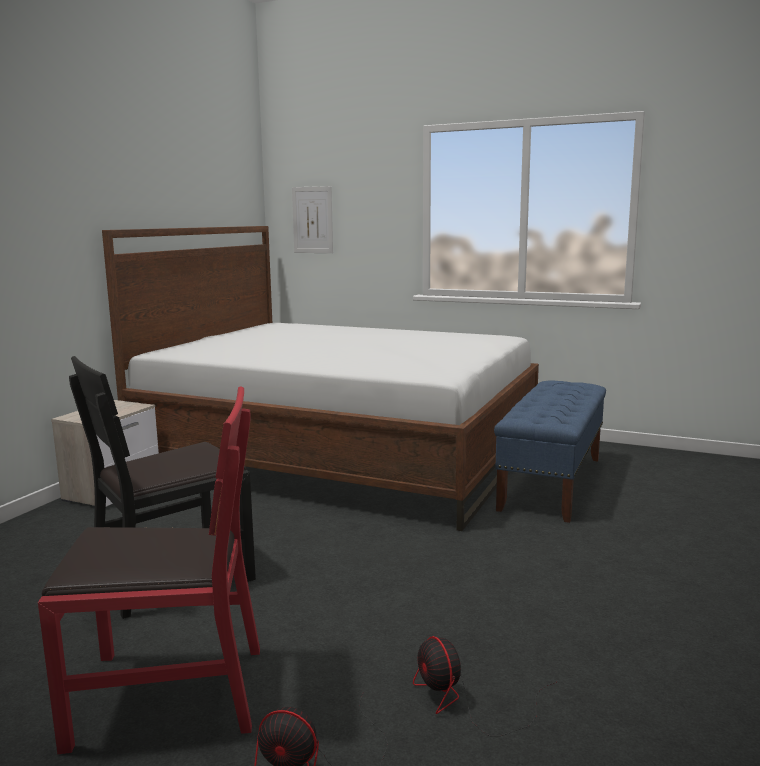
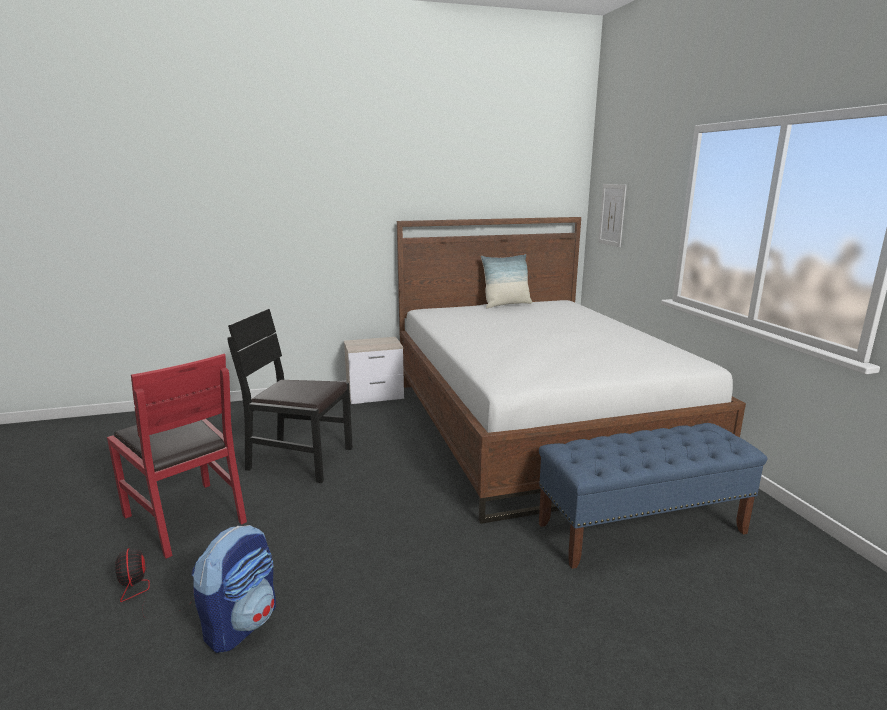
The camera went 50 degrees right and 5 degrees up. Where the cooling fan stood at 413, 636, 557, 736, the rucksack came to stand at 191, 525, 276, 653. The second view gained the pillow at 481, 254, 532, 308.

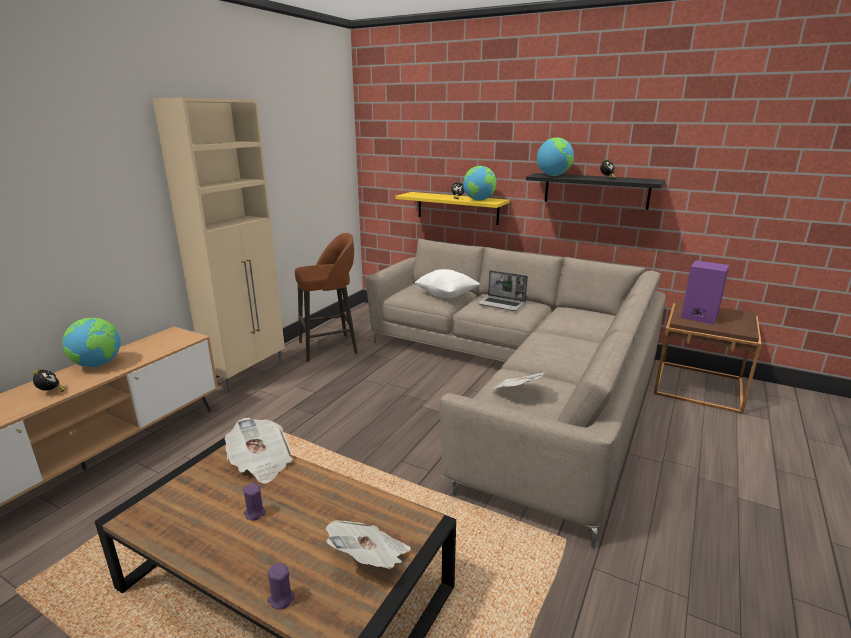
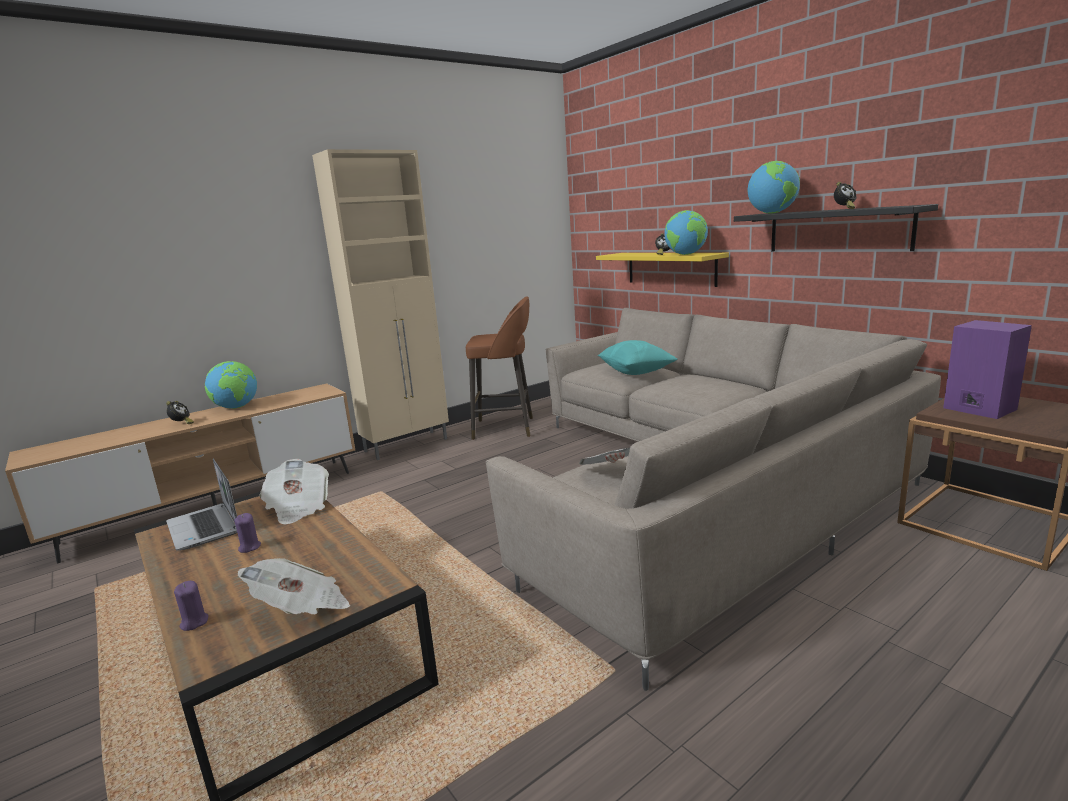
The camera went 25 degrees right and 5 degrees down. What was the white pillow at 414, 269, 480, 298 turned into the turquoise pillow at 598, 340, 678, 375. The notebook computer ended up elsewhere, having gone from 477, 270, 528, 311 to 166, 458, 237, 550.

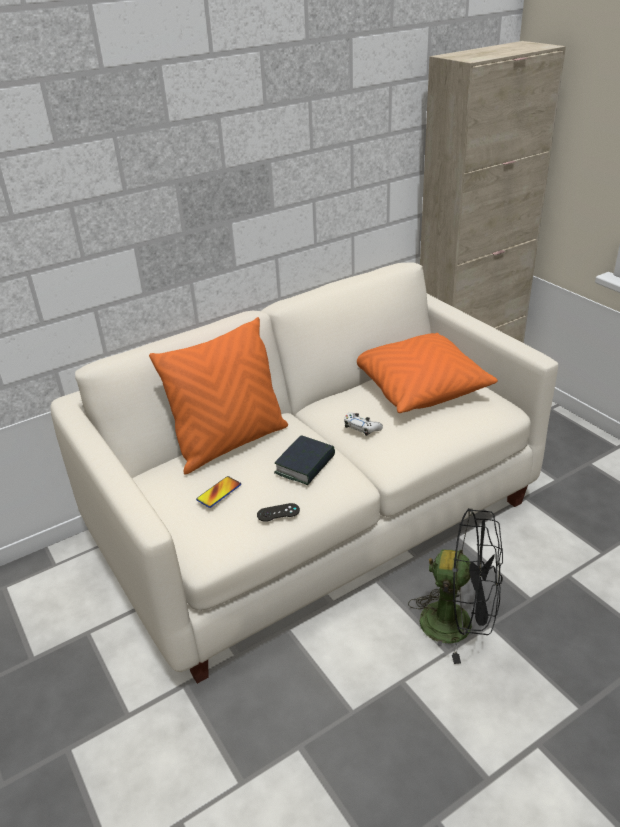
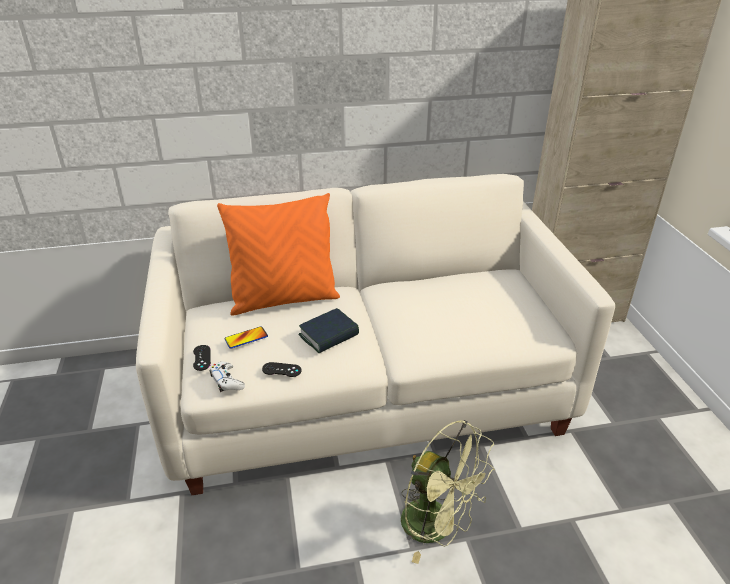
The camera went 20 degrees right and 0 degrees up. The white gamepad ended up elsewhere, having gone from 344, 413, 383, 436 to 210, 362, 245, 392. The second view lost the orangey pillow at 357, 333, 498, 413. What was the black-coloured cooling fan at 408, 508, 503, 664 turned into the green-coloured cooling fan at 401, 420, 495, 564. The second view gained the black-coloured gamepad at 193, 345, 211, 371.

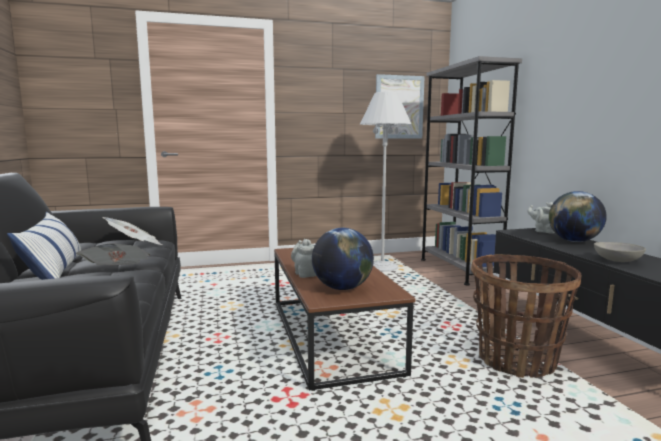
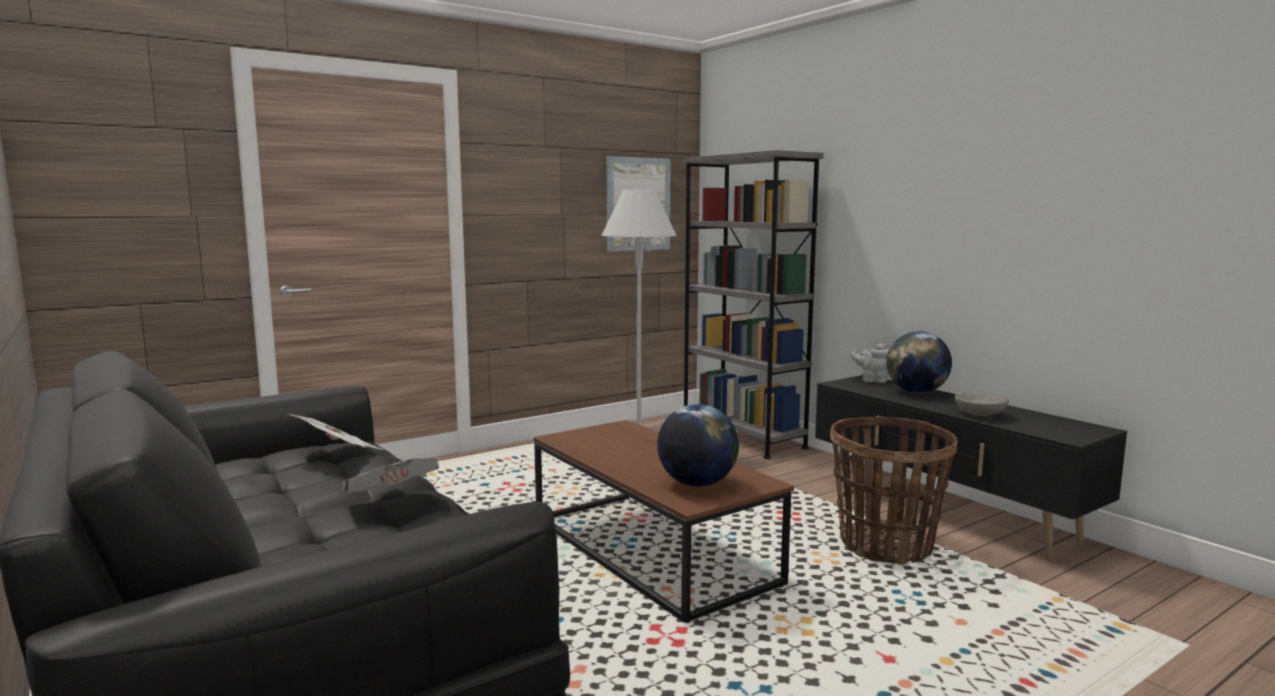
The camera went 20 degrees left and 0 degrees up. The second view lost the pillow at 7, 212, 81, 280. The second view lost the gray pot for tea at 291, 239, 317, 278.

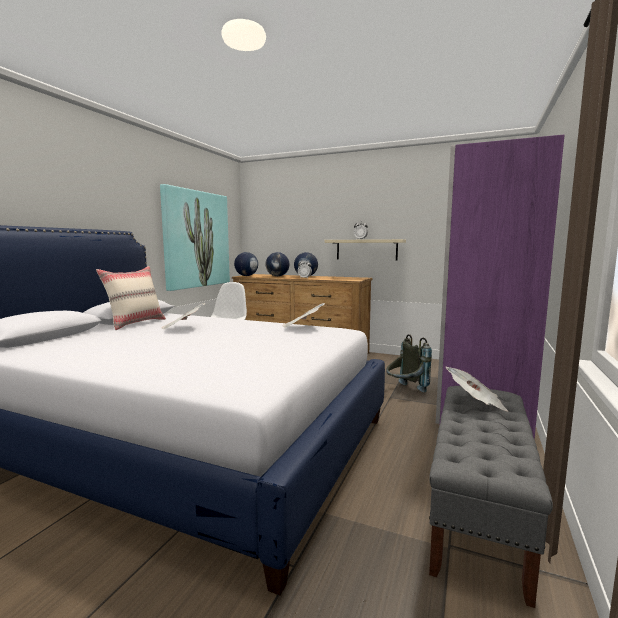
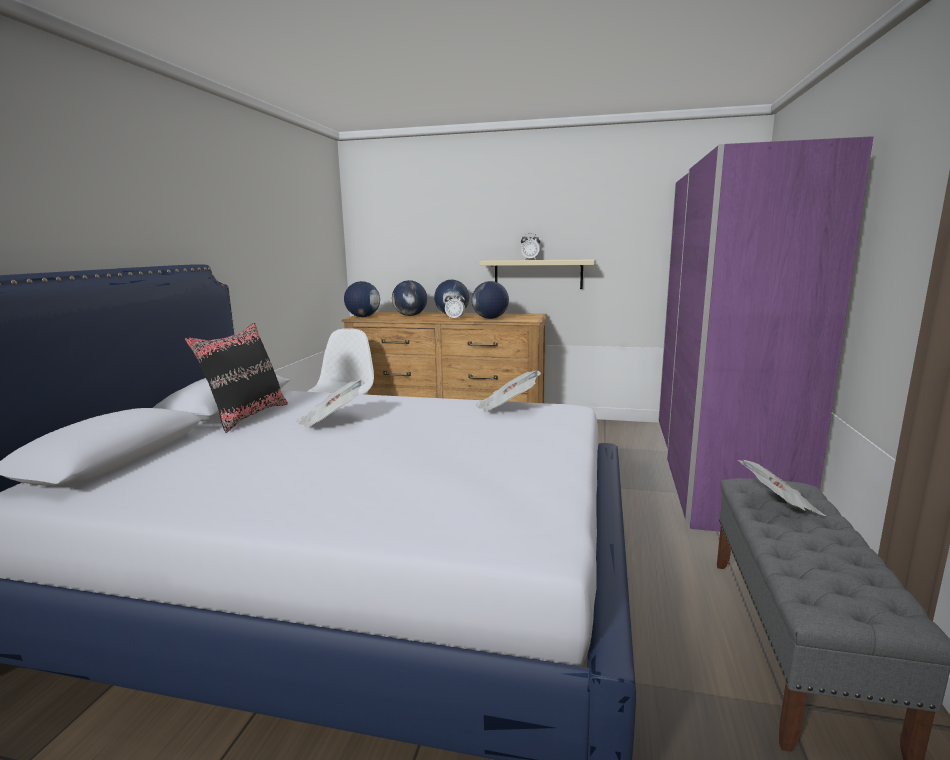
The camera went 10 degrees left and 5 degrees up. What was the beige pillow at 96, 266, 166, 330 turned into the black-coloured pillow at 184, 323, 288, 433. The second view lost the wall art at 160, 184, 230, 291. The second view lost the gray rucksack at 386, 334, 432, 392. The second view gained the world globe at 472, 281, 509, 319.

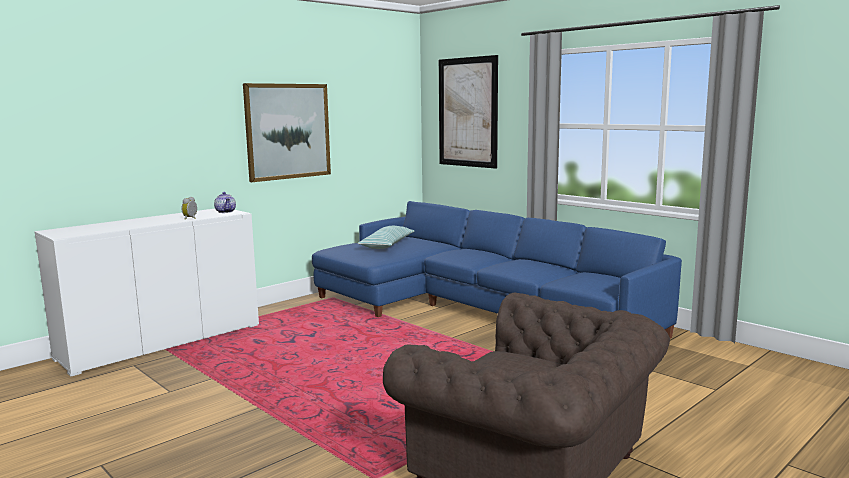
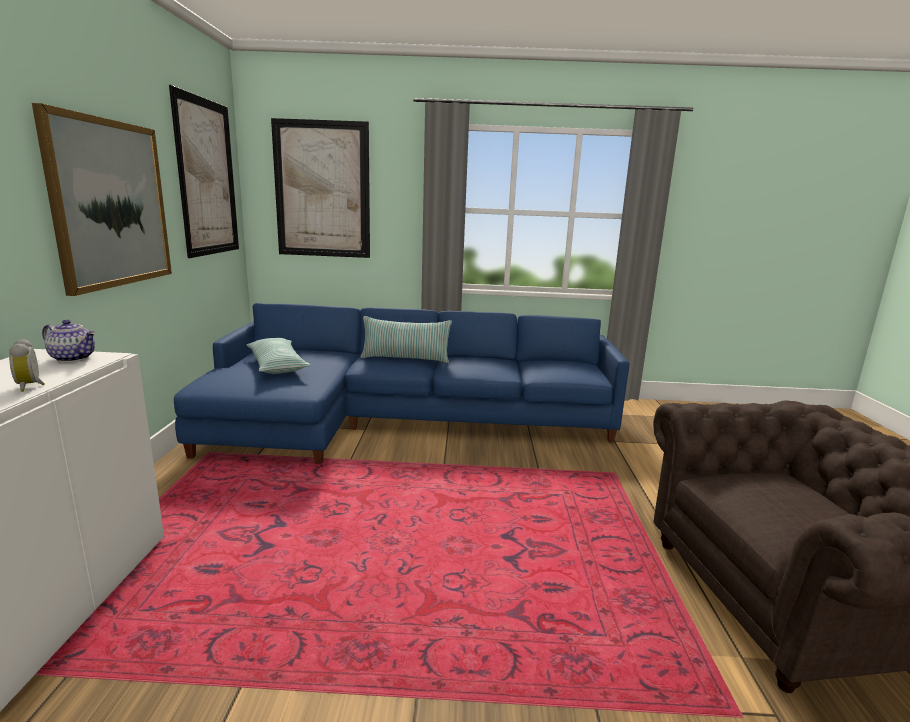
The camera went 45 degrees left and 5 degrees up. The second view gained the wall art at 169, 85, 239, 258. The second view gained the pillow at 360, 316, 452, 363.

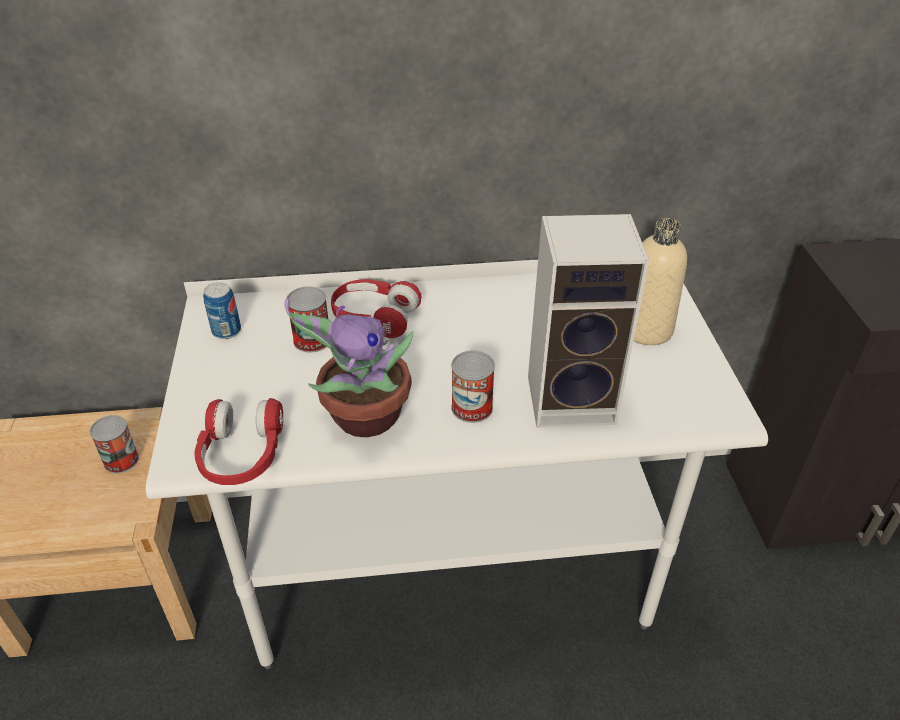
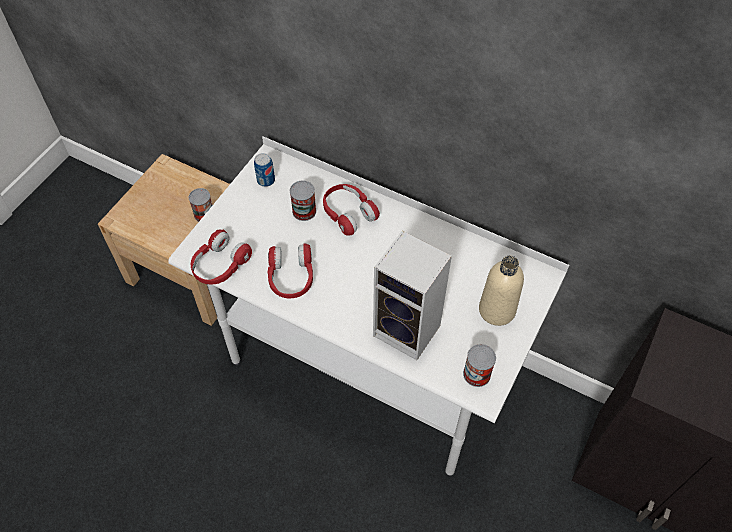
The camera went 35 degrees right and 15 degrees up. Where the houseplant stood at 284, 299, 413, 437, the red headset came to stand at 268, 243, 313, 298. The sealed can ended up elsewhere, having gone from 451, 351, 495, 423 to 463, 344, 496, 387.

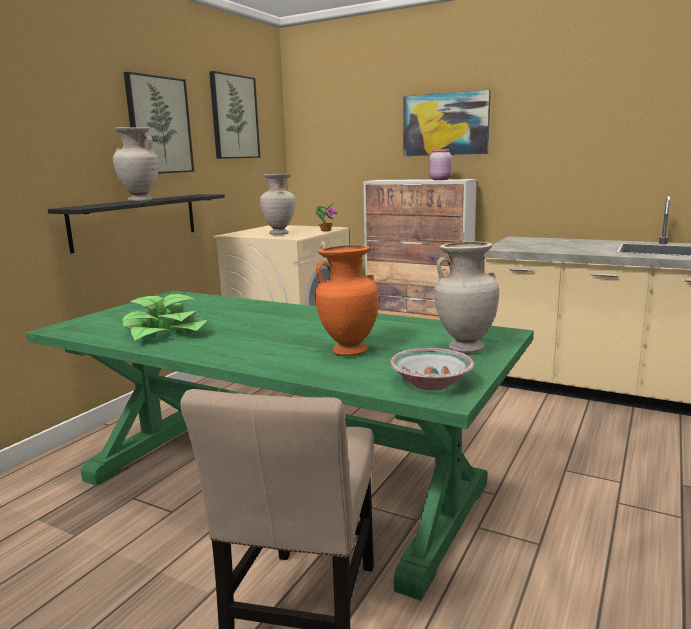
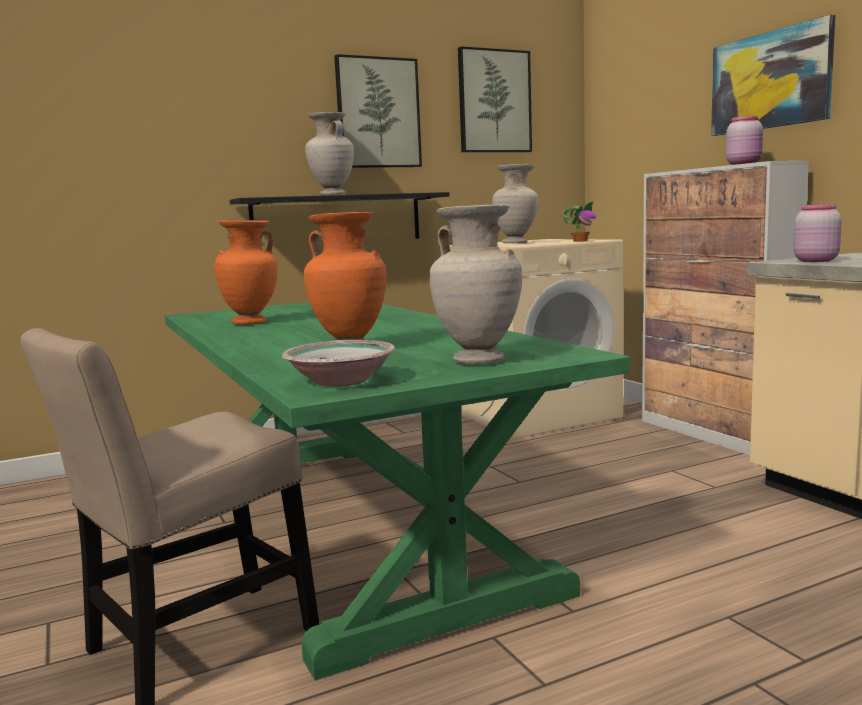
The camera went 35 degrees right and 5 degrees down. Where the houseplant stood at 121, 294, 208, 340, the orangey decorative vase came to stand at 214, 220, 278, 325. The second view gained the pink-coloured preserve jar at 794, 204, 842, 262.

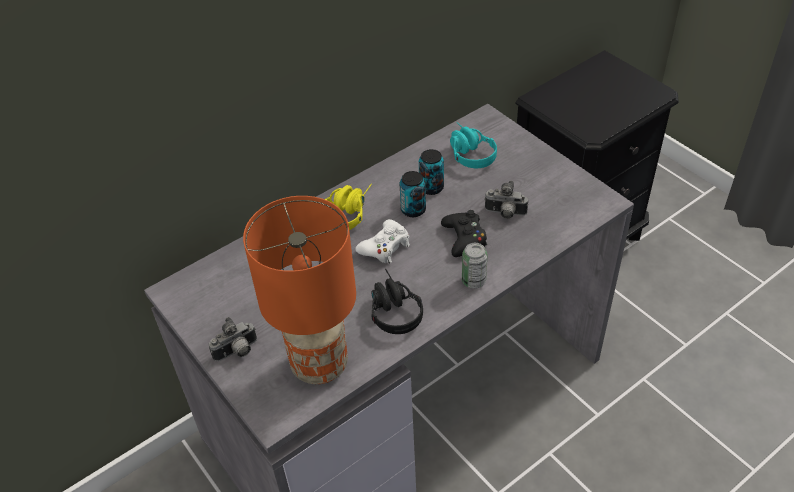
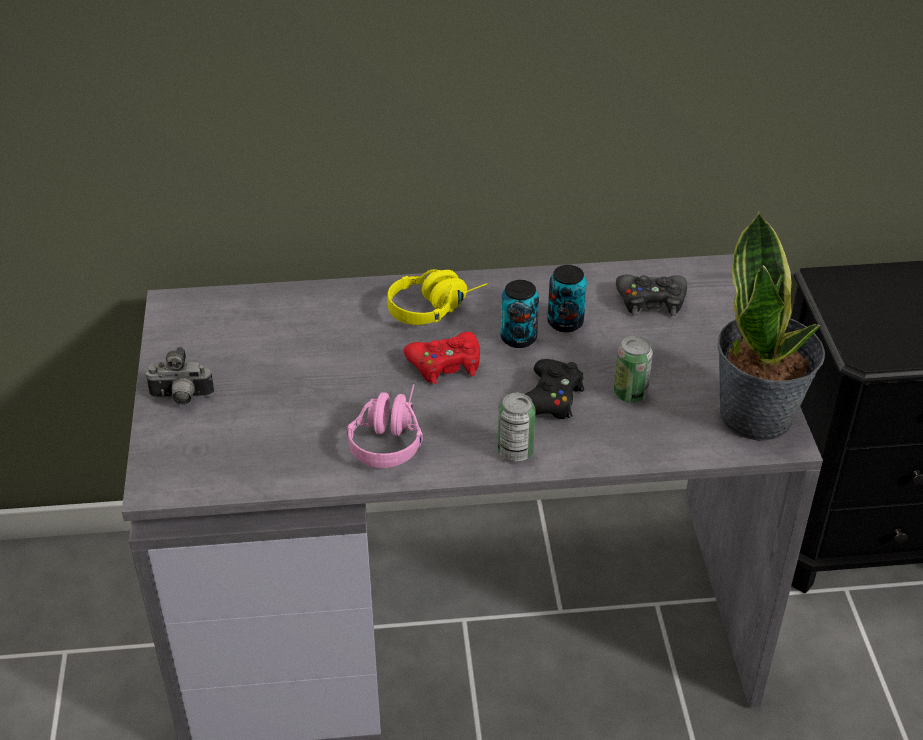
The camera went 30 degrees right and 5 degrees down. The second view lost the orangey table lamp at 243, 196, 356, 384. What was the white gamepad at 355, 219, 410, 263 turned into the red gamepad at 404, 332, 480, 384. What was the black-coloured headset at 371, 269, 423, 334 turned into the pink-coloured headset at 347, 384, 423, 468. Where the turquoise headset stood at 450, 122, 497, 168, the black-coloured gamepad came to stand at 616, 275, 687, 316. Where the still camera stood at 484, 181, 528, 219, the sealed can came to stand at 614, 336, 653, 403. The second view gained the houseplant at 718, 212, 825, 441.

